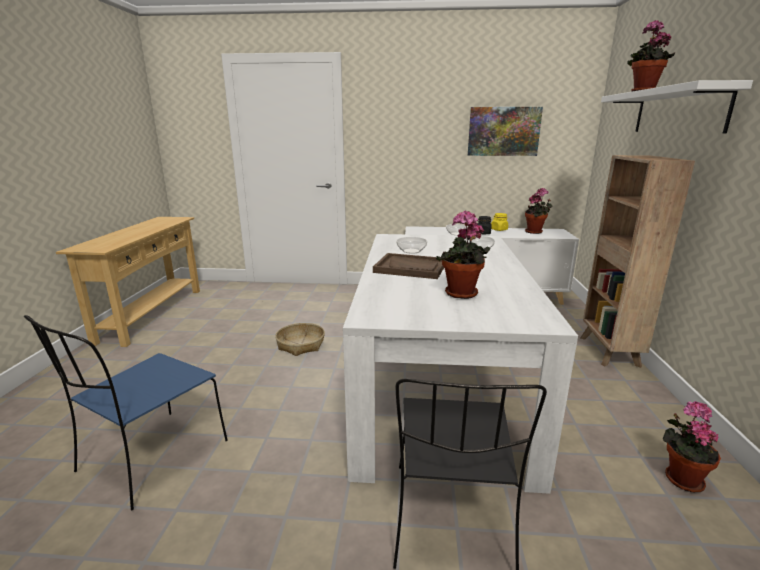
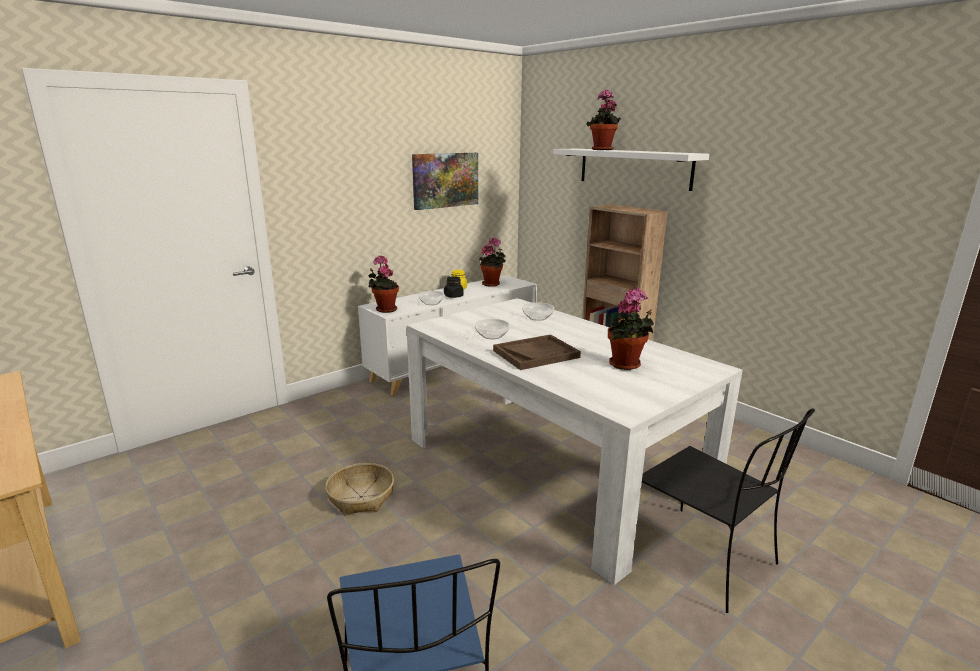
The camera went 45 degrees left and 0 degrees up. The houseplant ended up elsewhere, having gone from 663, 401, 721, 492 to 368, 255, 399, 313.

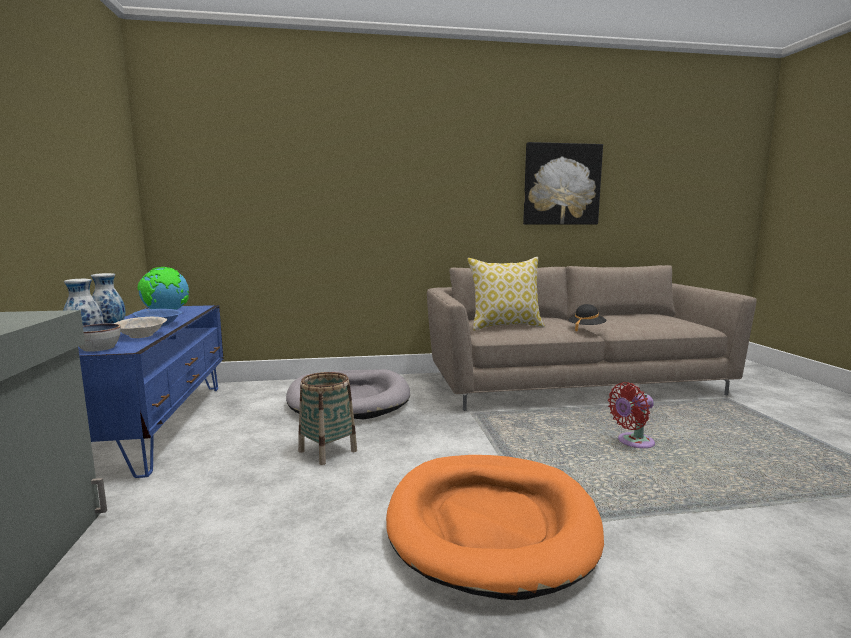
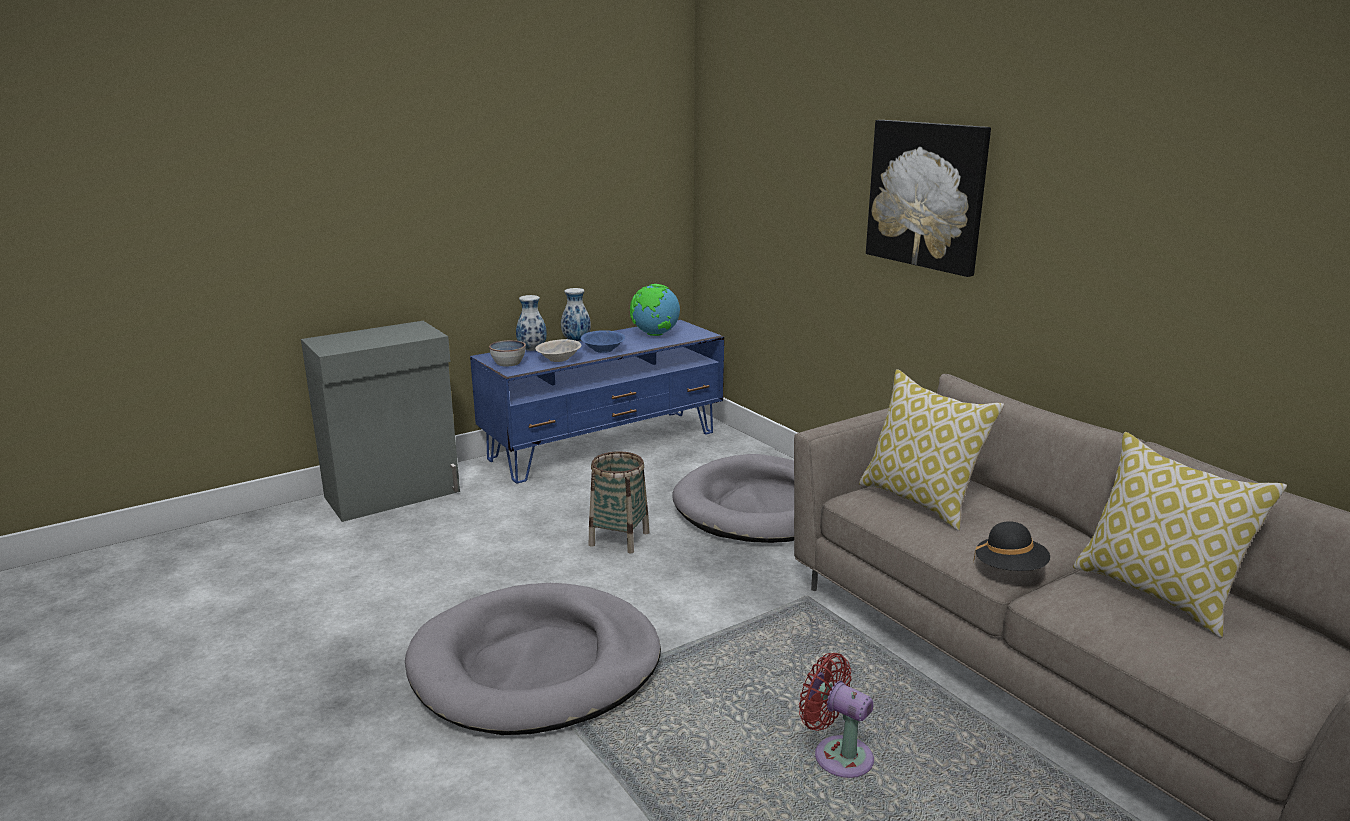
The camera went 65 degrees right and 10 degrees up. What was the orangey dog cushion at 386, 455, 604, 600 turned into the gray dog cushion at 405, 583, 661, 735. The wall art ended up elsewhere, having gone from 523, 142, 603, 225 to 866, 120, 991, 277. The second view gained the pillow at 1073, 432, 1287, 638.

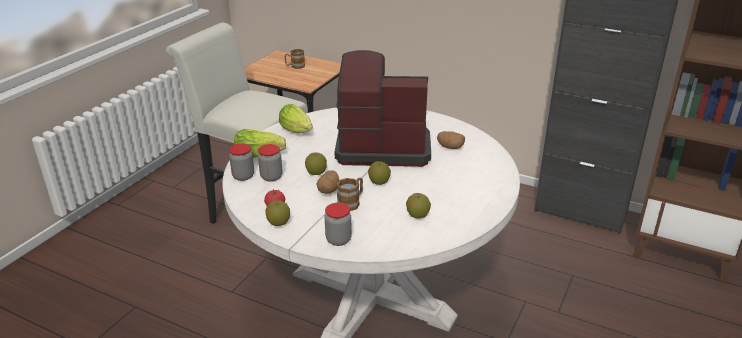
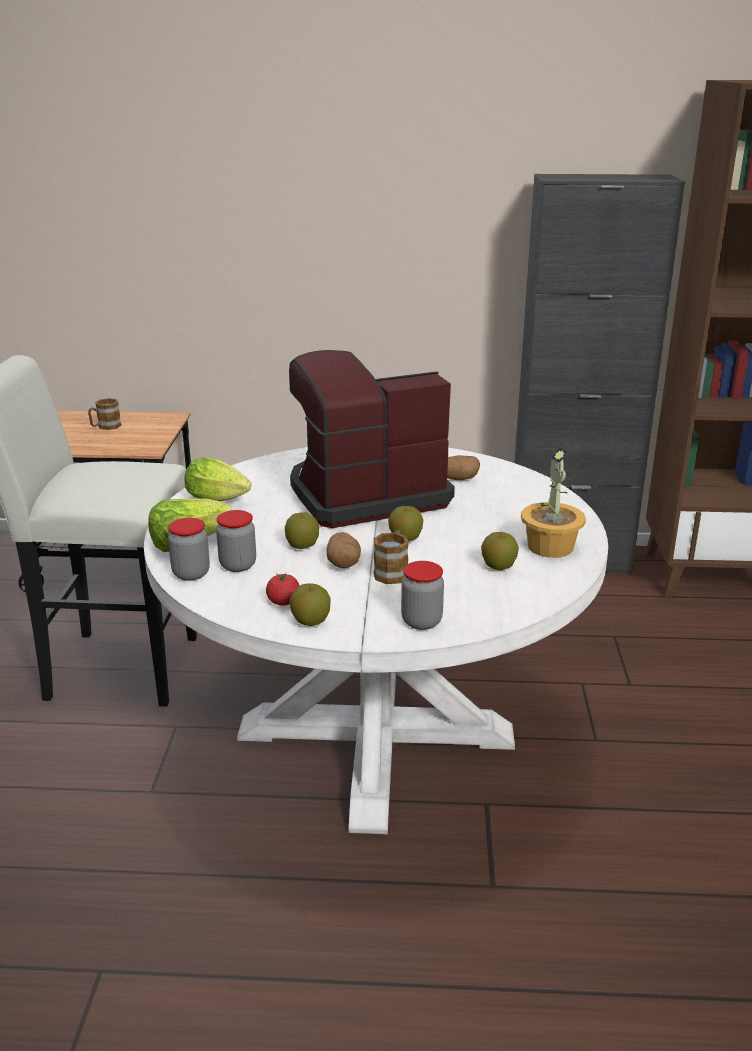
The camera went 25 degrees left and 5 degrees down. The second view gained the houseplant at 521, 448, 586, 558.

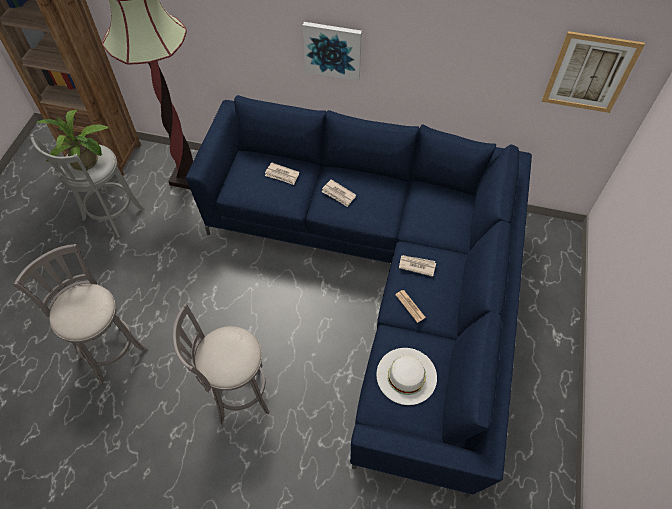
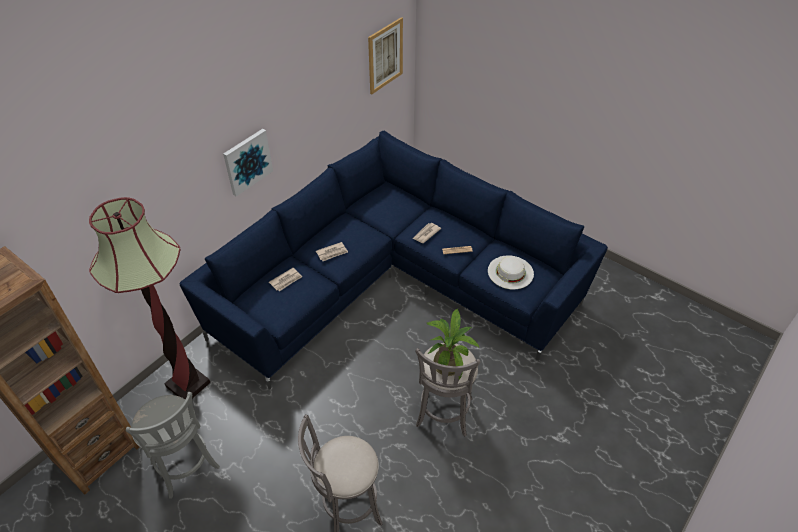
The camera went 65 degrees left and 10 degrees down. The houseplant ended up elsewhere, having gone from 35, 110, 109, 171 to 427, 309, 479, 379.

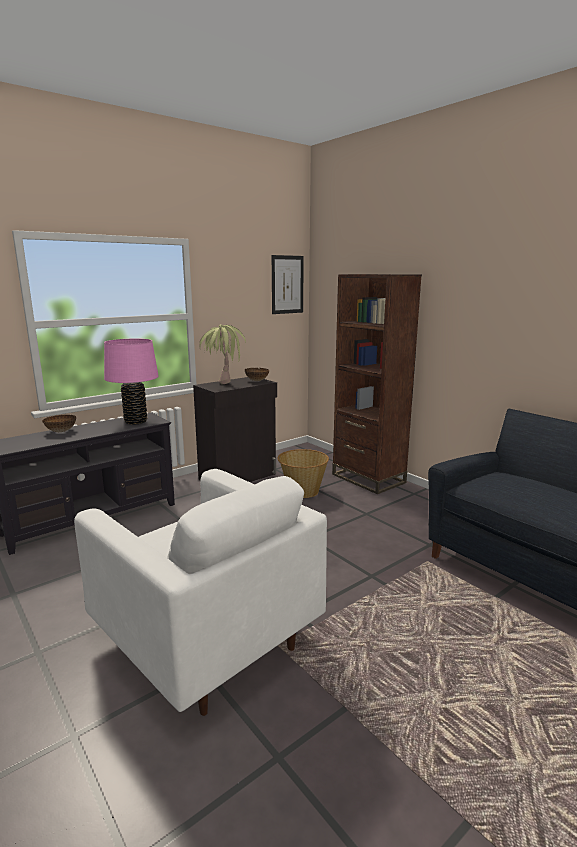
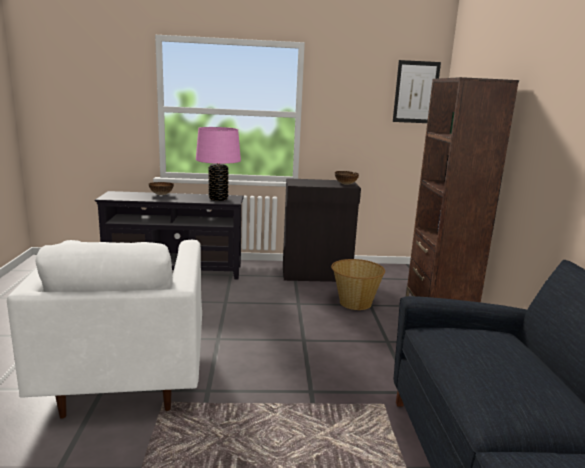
The camera went 35 degrees right and 0 degrees up. The second view lost the houseplant at 199, 325, 246, 385.

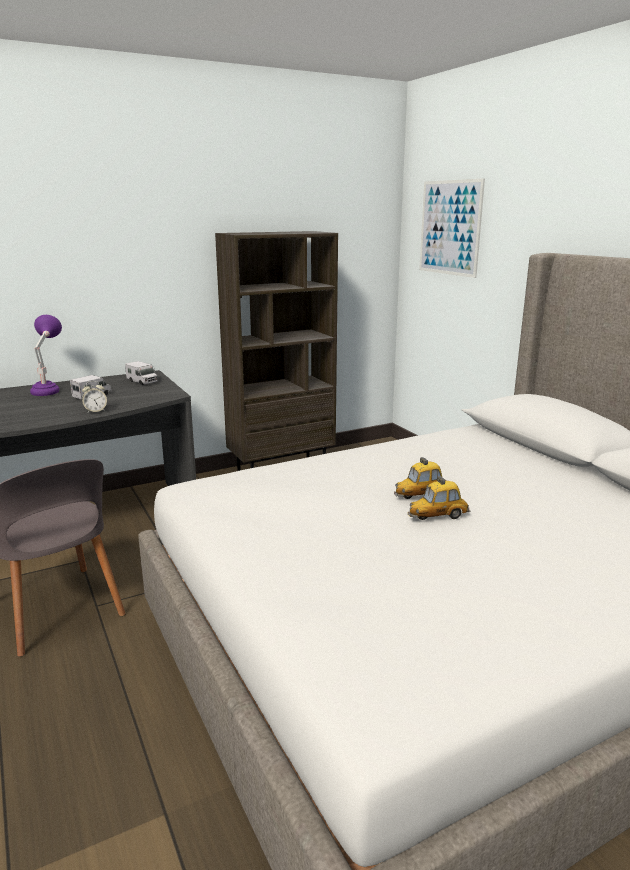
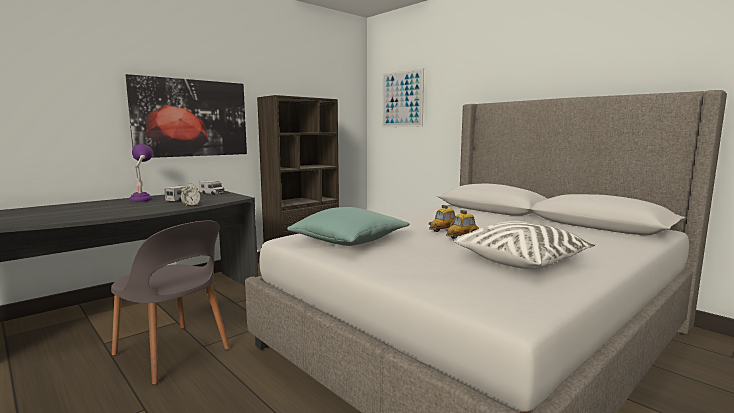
The camera went 15 degrees left and 10 degrees down. The second view gained the wall art at 126, 74, 247, 158. The second view gained the turquoise pillow at 287, 207, 410, 246. The second view gained the white pillow at 453, 221, 595, 269.

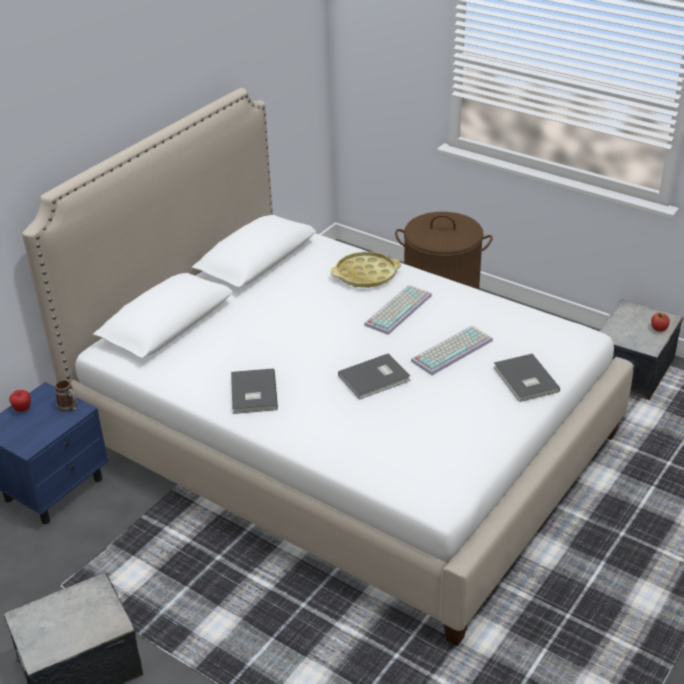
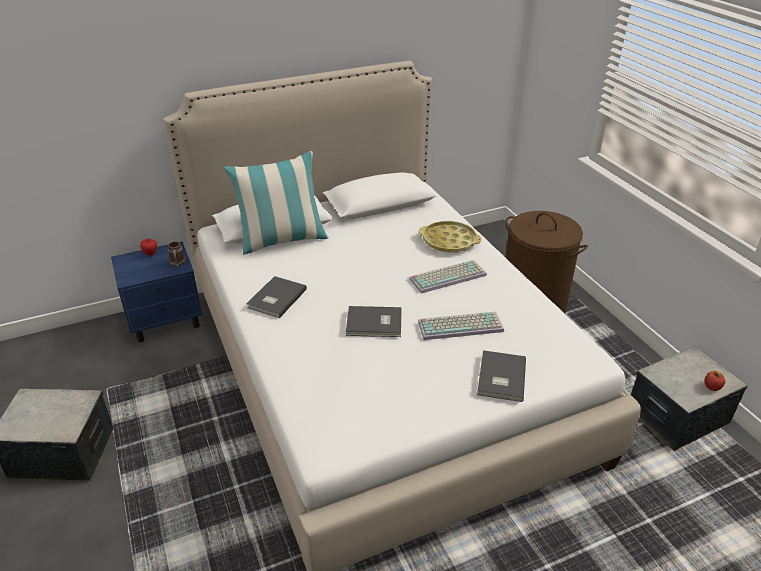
The camera went 30 degrees right and 0 degrees up. The second view gained the pillow at 223, 151, 329, 255.

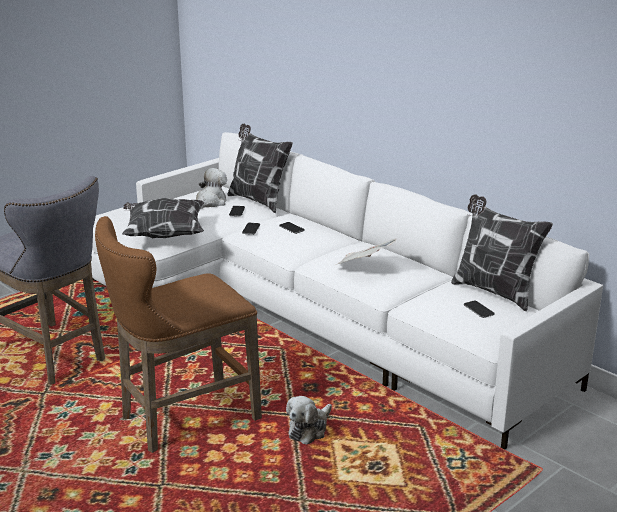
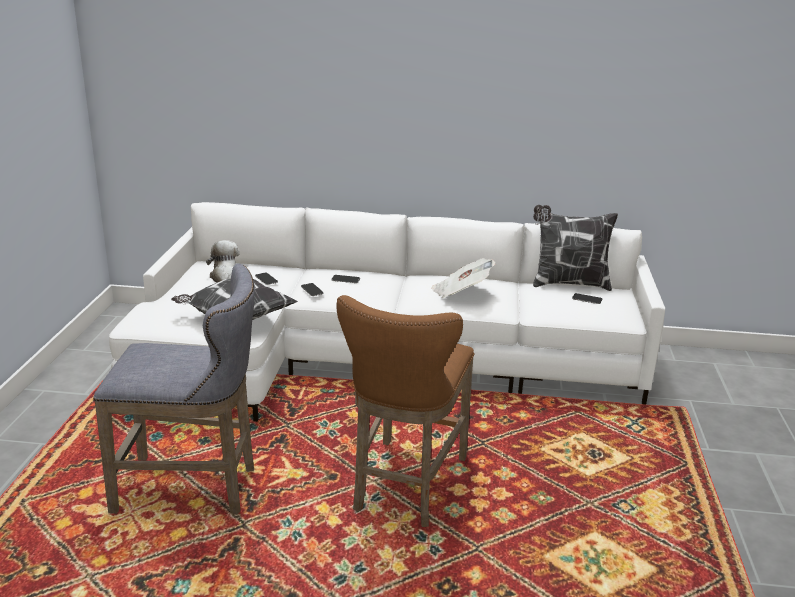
The camera went 40 degrees left and 0 degrees up. The second view lost the pillow at 228, 124, 293, 213. The second view lost the plush toy at 286, 396, 332, 444.

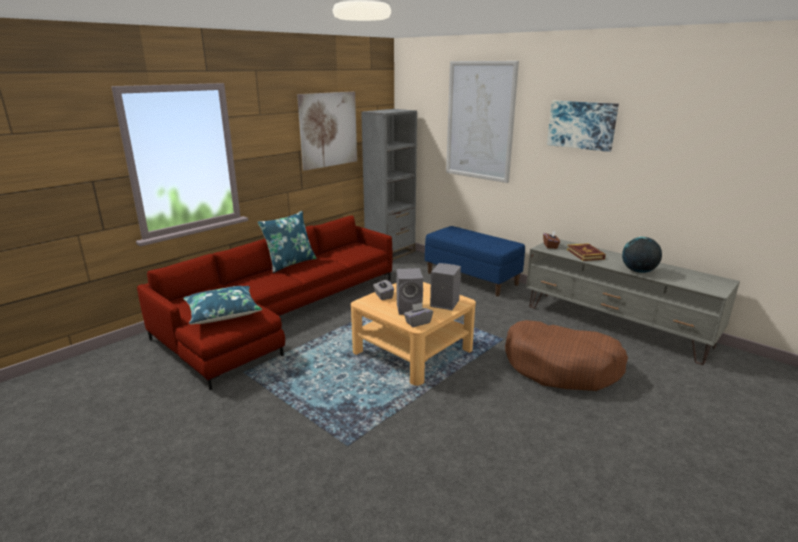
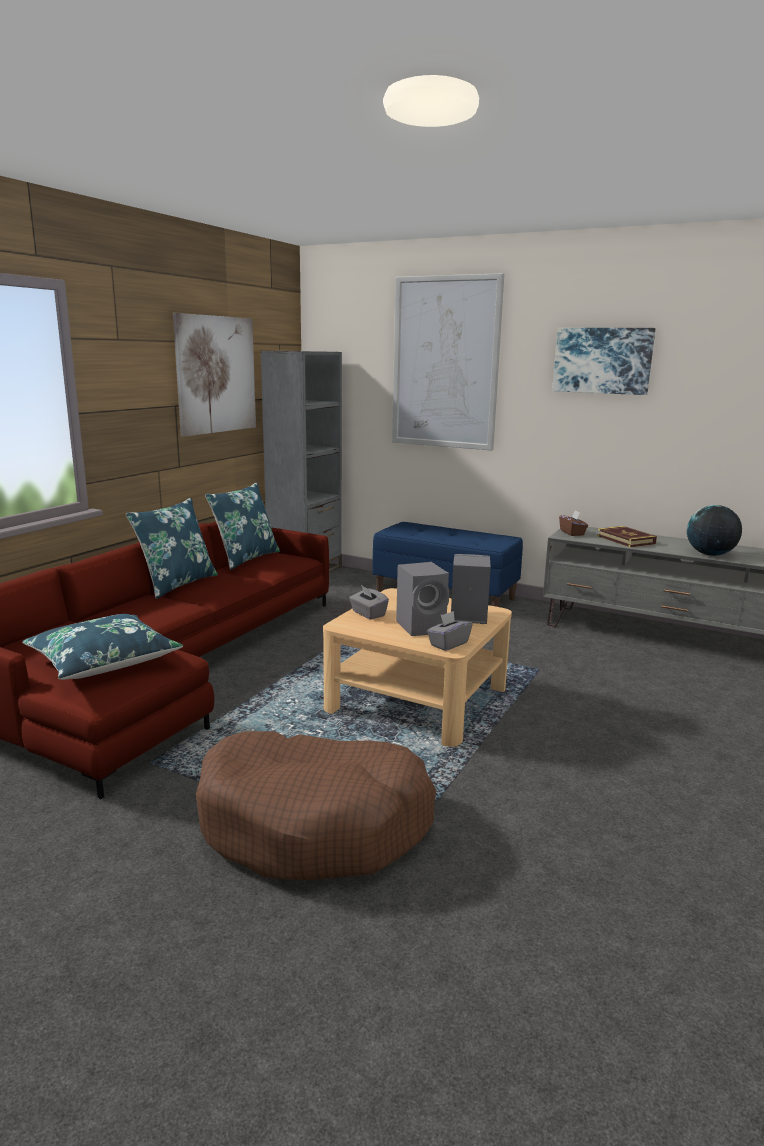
The camera went 15 degrees left and 5 degrees down. The brown dog cushion ended up elsewhere, having gone from 505, 320, 628, 391 to 196, 731, 436, 880. The second view gained the blue-coloured pillow at 205, 482, 280, 570.

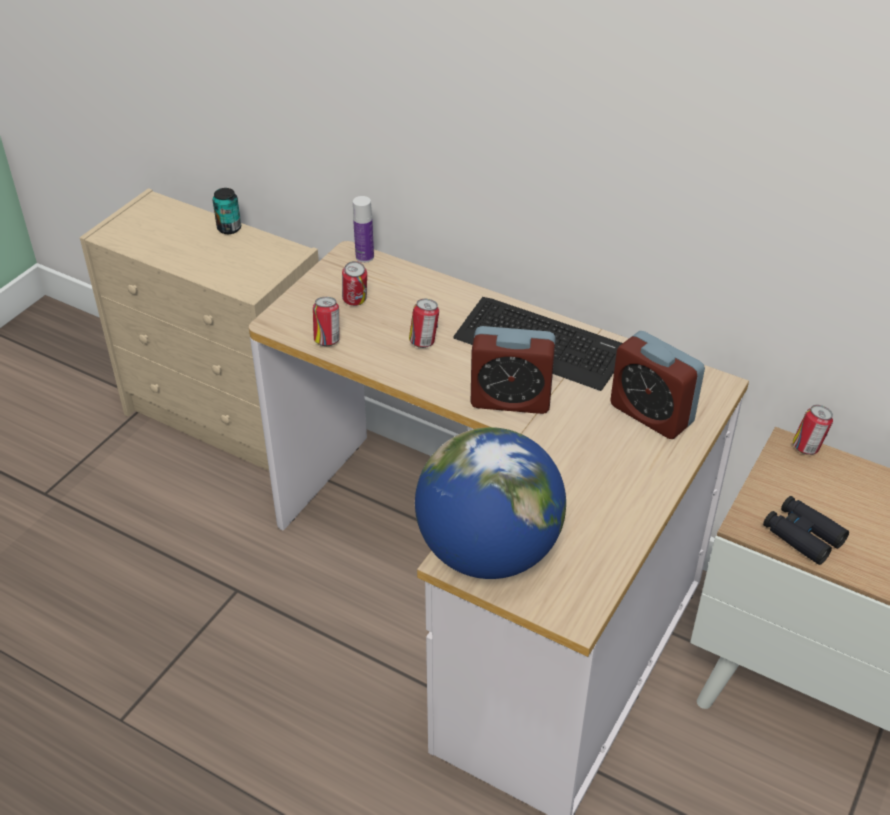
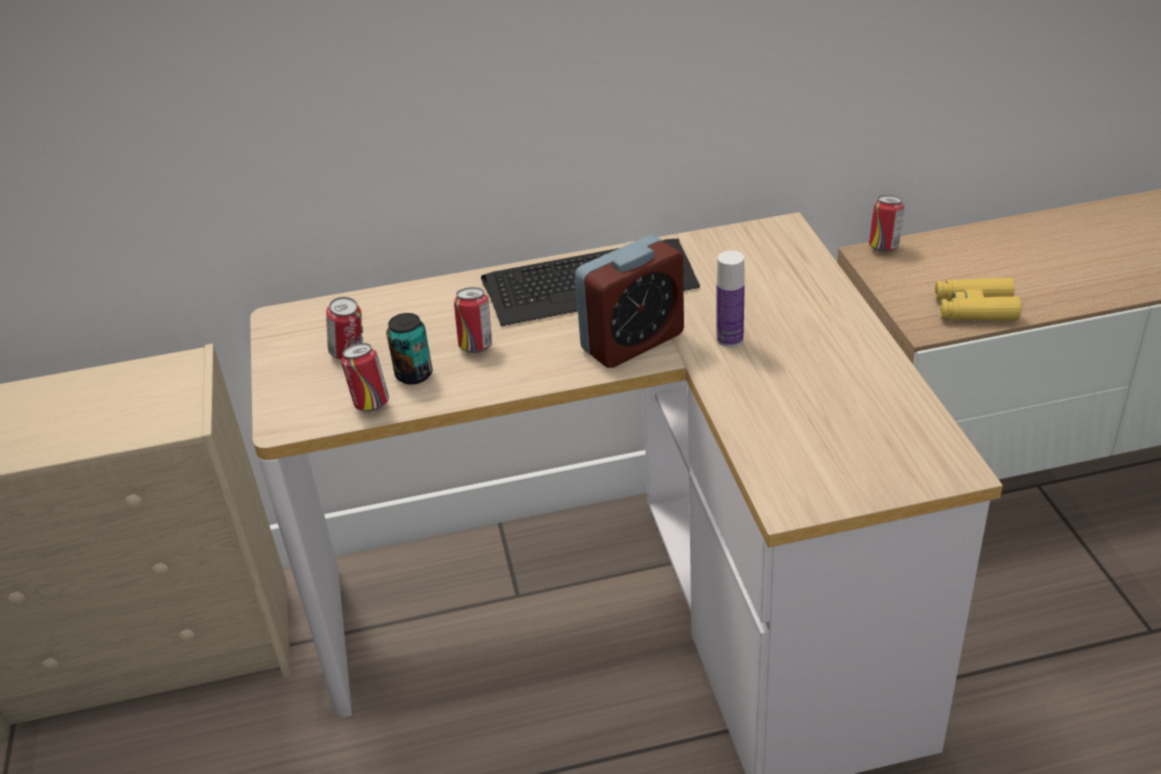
The camera went 40 degrees left and 5 degrees down. The sealed can ended up elsewhere, having gone from 213, 188, 241, 234 to 386, 313, 433, 385. The bottle ended up elsewhere, having gone from 353, 196, 374, 263 to 717, 250, 745, 347. The second view lost the world globe at 415, 427, 566, 579. The second view lost the bedside clock at 610, 331, 705, 439. What was the black-coloured binoculars at 763, 496, 849, 565 turned into the yellow-coloured binoculars at 935, 278, 1021, 320.

